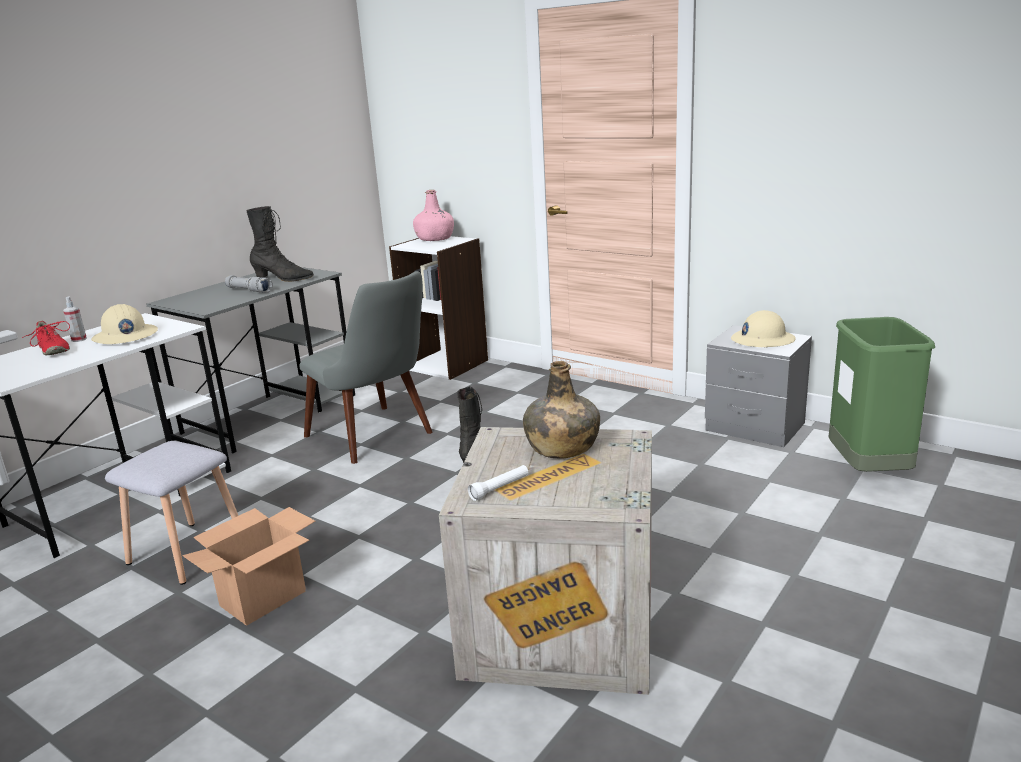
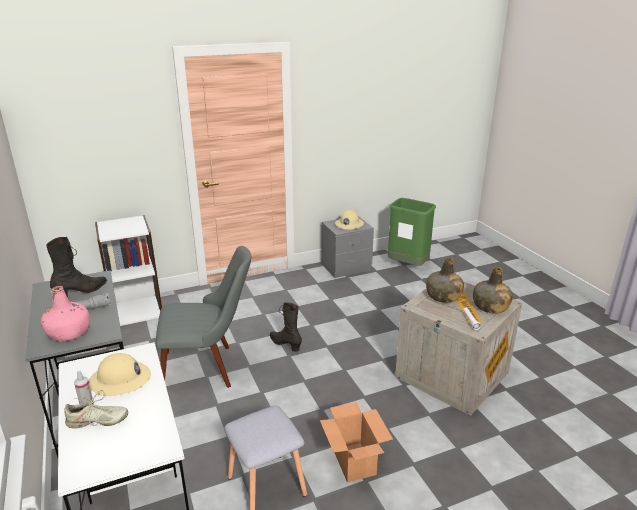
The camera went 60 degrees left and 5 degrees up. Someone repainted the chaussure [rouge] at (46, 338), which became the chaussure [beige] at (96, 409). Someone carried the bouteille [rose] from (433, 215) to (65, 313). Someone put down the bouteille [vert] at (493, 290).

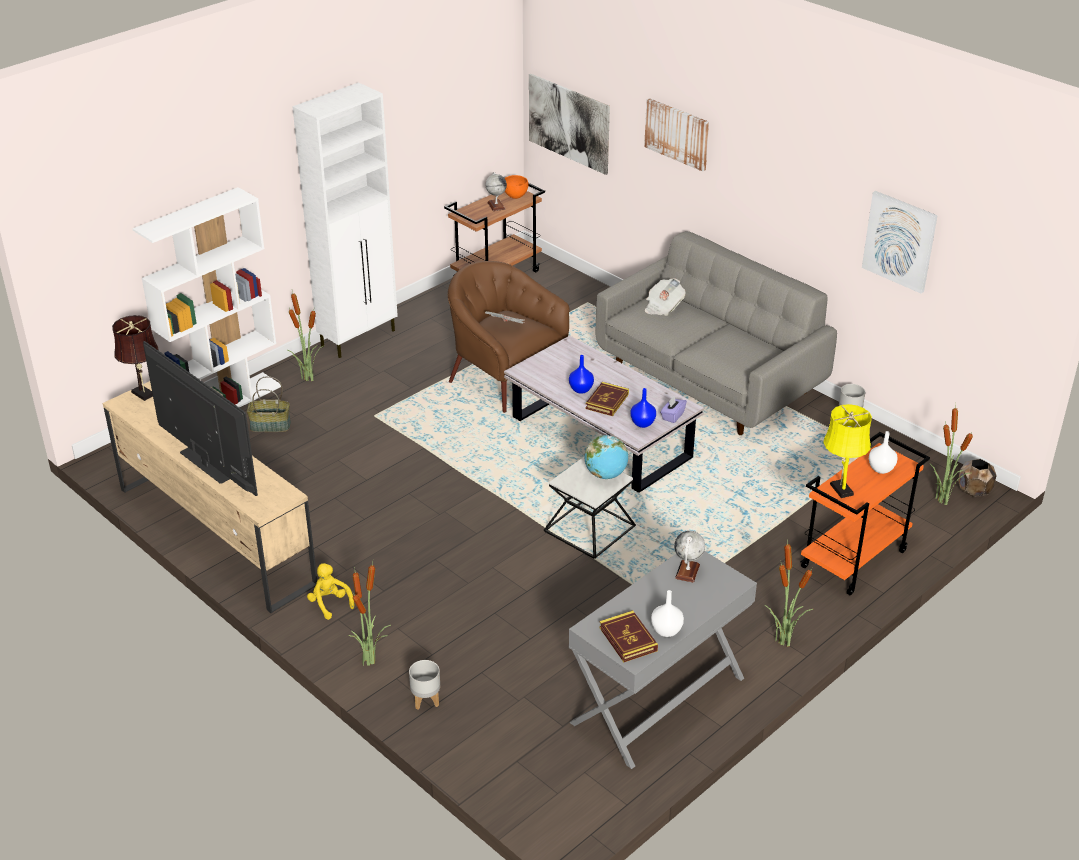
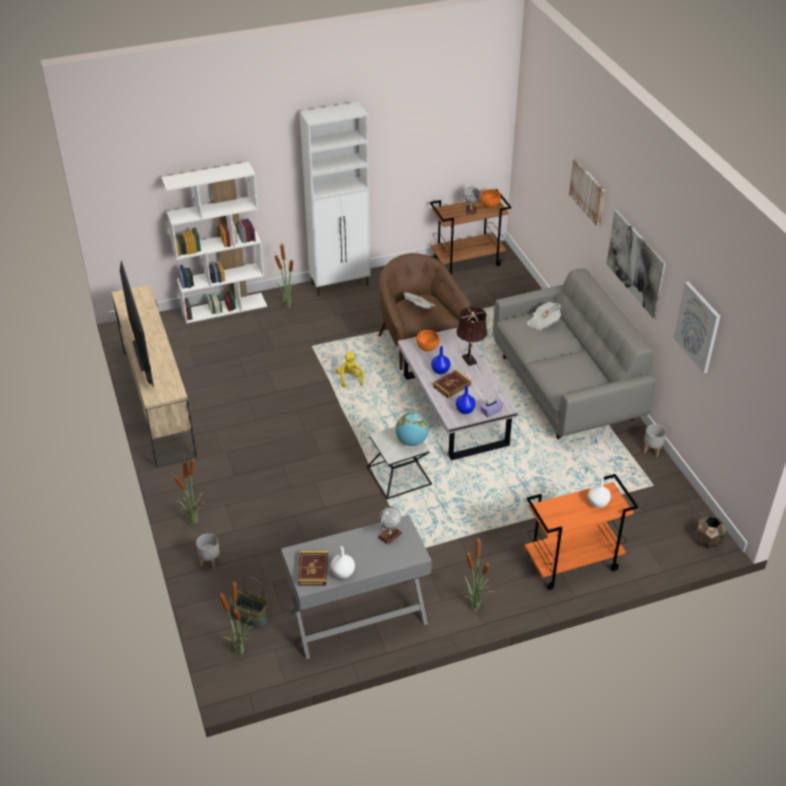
The camera went 25 degrees right and 5 degrees up. Someone carried the lampe de table [marron] from (135, 358) to (472, 336). Someone carried the panier from (269, 404) to (249, 602). Someone carried the peluche [jaune] from (330, 591) to (350, 370). Someone carried the tableau from (569, 124) to (636, 264). Someone took away the lampe de table [jaune] at (847, 451). Someone carried the plante en pot from (951, 454) to (236, 619). Someone put down the bol [orange] at (428, 340).

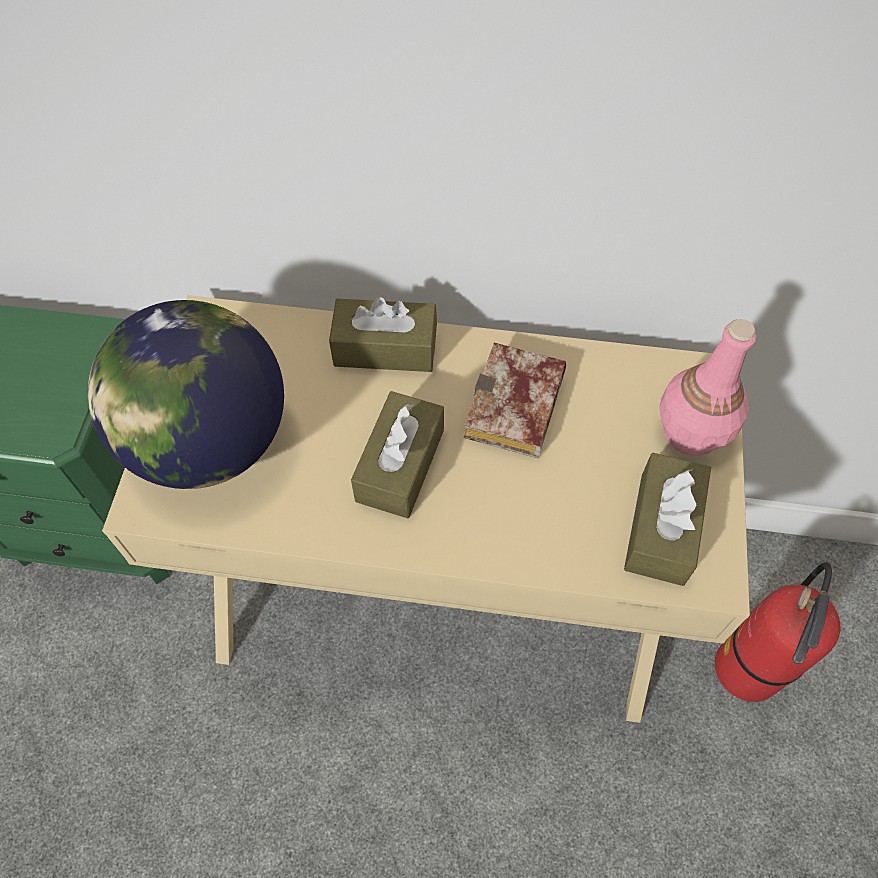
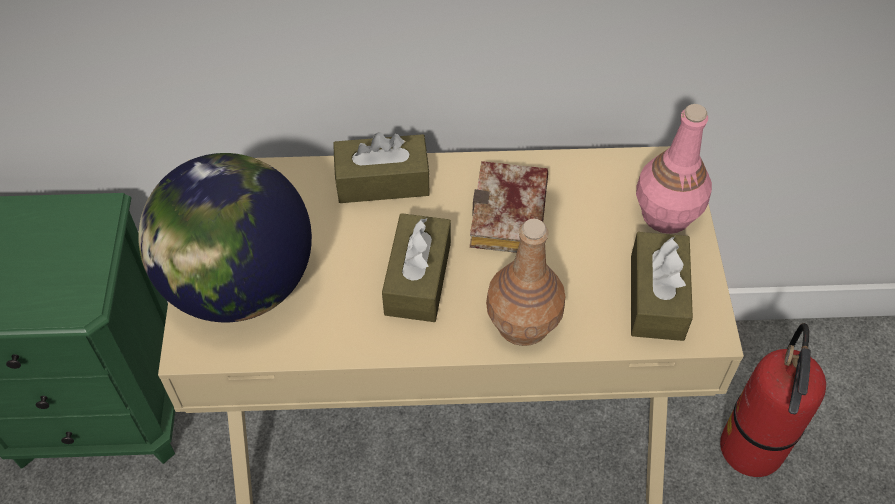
The camera went 10 degrees left and 5 degrees down. Someone put down the bouteille [marron] at (525, 282).

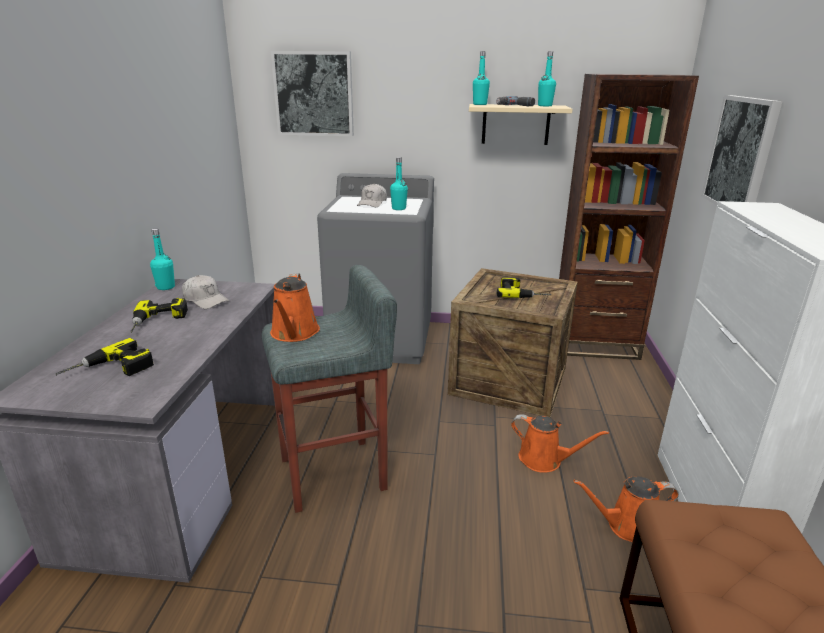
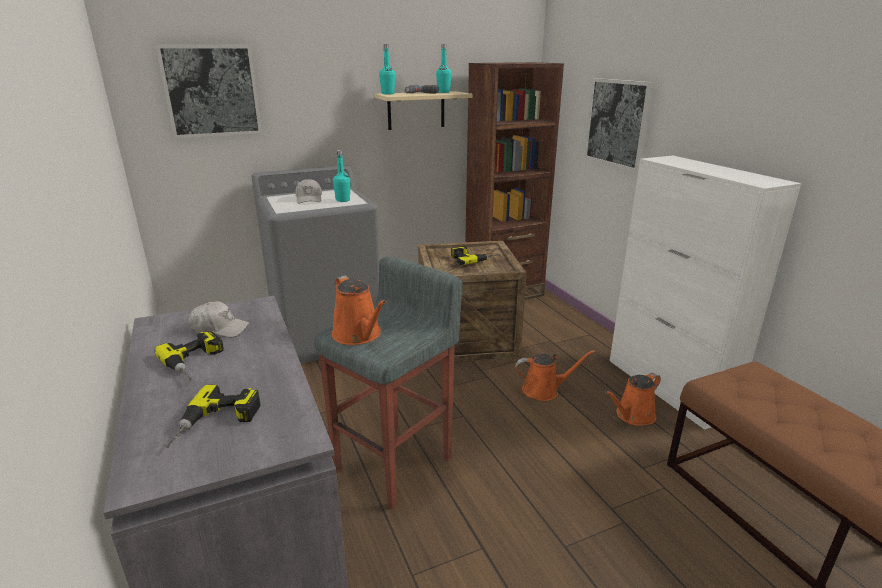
The camera went 30 degrees left and 0 degrees up. Someone took away the bouteille [turquoise] at (162, 259).

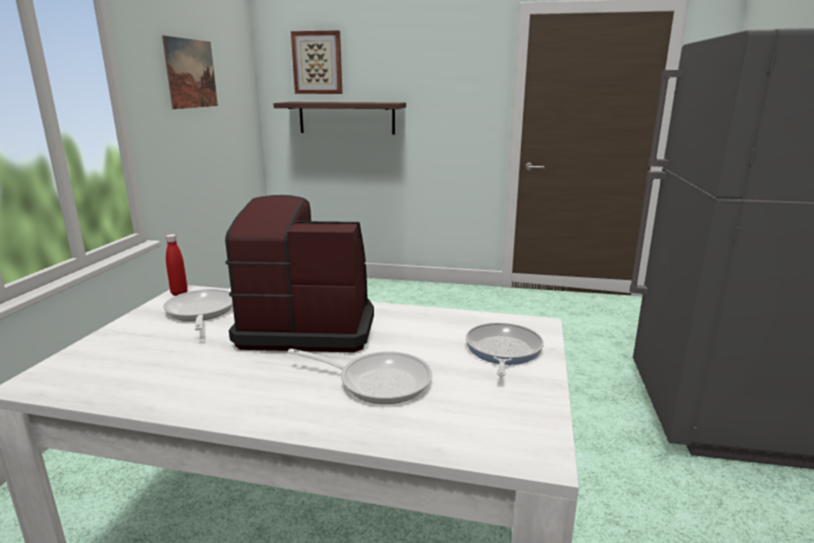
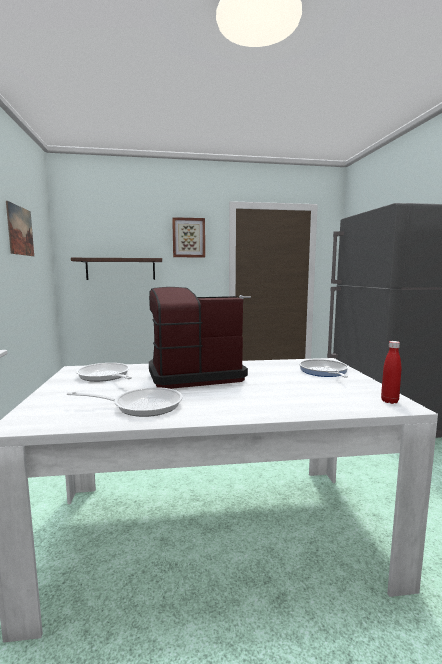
The camera went 20 degrees left and 10 degrees down. Someone carried the bouteille [rouge] from (176, 265) to (391, 372). Someone carried the poêle from (359, 376) to (125, 402). Someone carried the tableau from (316, 62) to (188, 237).

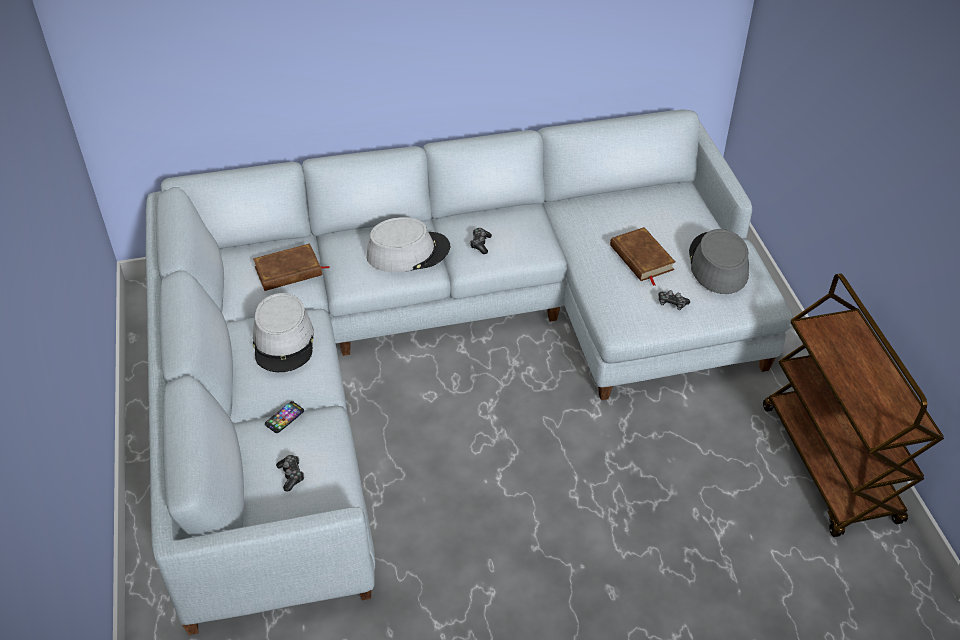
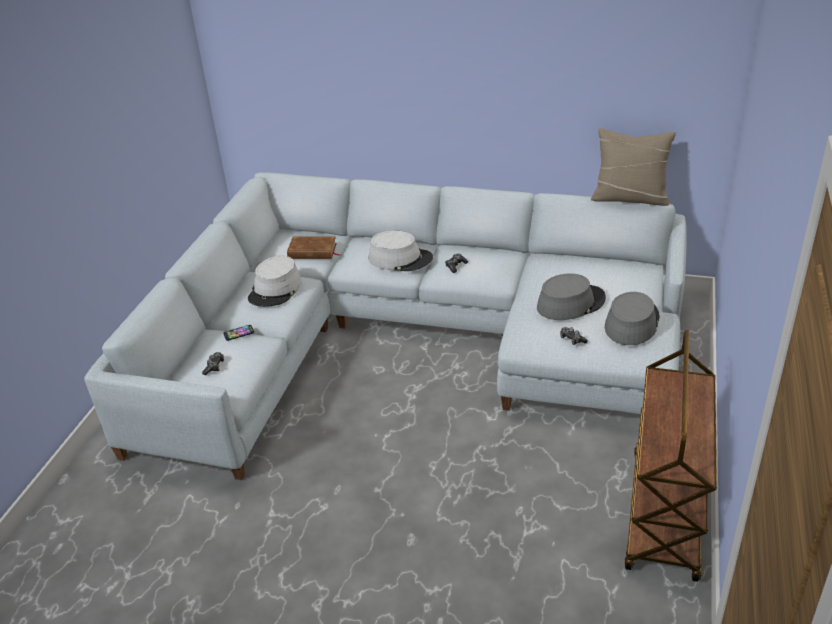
The camera went 30 degrees right and 10 degrees down. Someone swapped the livre [marron] at (642, 256) for the chapeau [gris] at (571, 296). Someone put down the coussin [beige] at (633, 167).

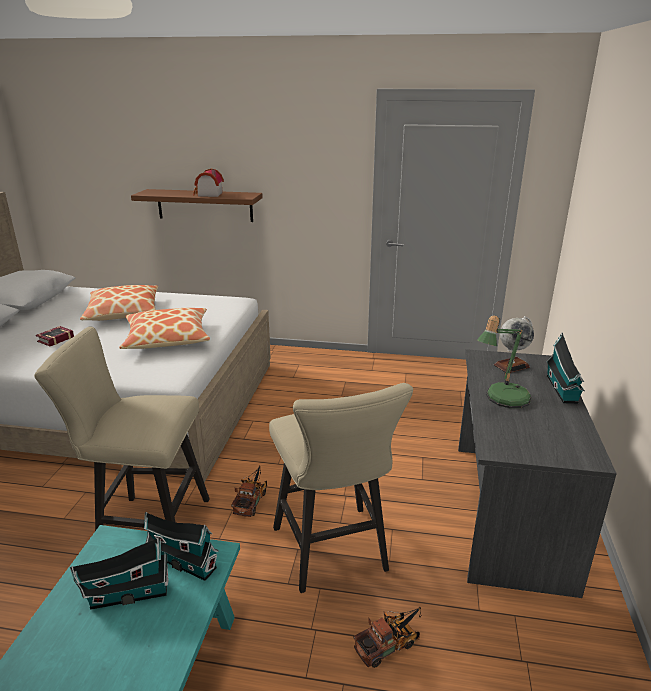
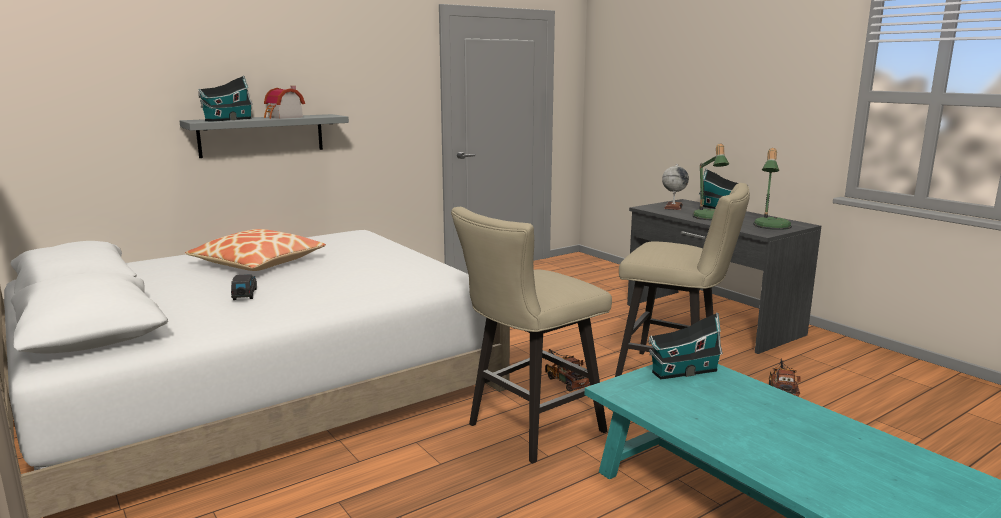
The camera went 45 degrees left and 10 degrees down. Someone swapped the livre at (55, 336) for the petite voiture [noir] at (244, 287). Someone carried the maison miniature from (119, 574) to (225, 98). Someone took away the coussin at (164, 328). Someone repainted the étagère [marron] at (197, 205), which became the étagère [gris] at (264, 136). Someone put down the lampe de table at (772, 189).

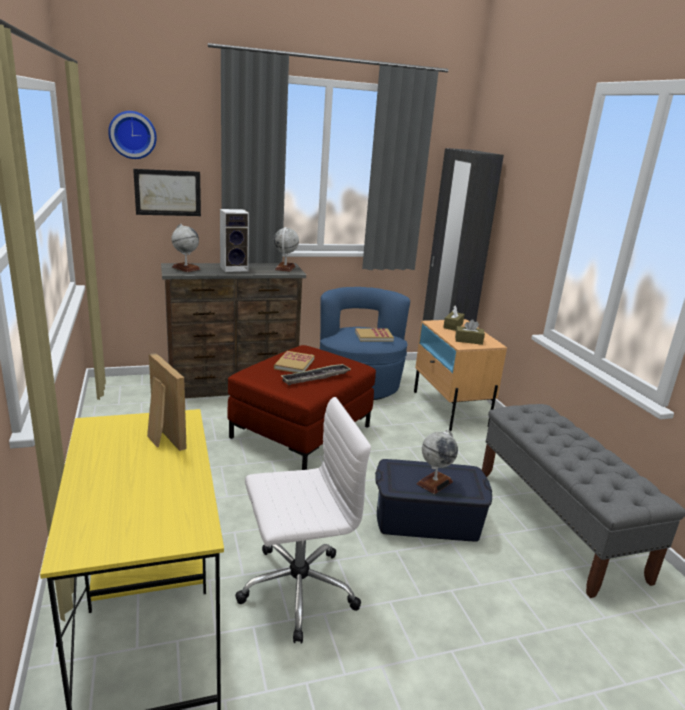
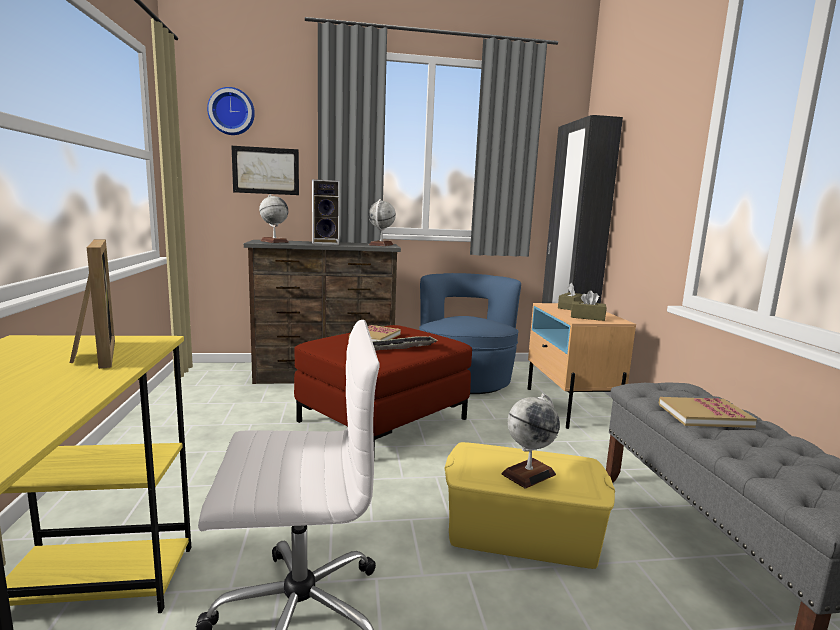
The camera went 10 degrees right and 10 degrees down. Someone carried the livre from (374, 335) to (707, 412). Someone repainted the boîte de rangement [bleu] at (433, 500), which became the boîte de rangement [jaune] at (529, 505).

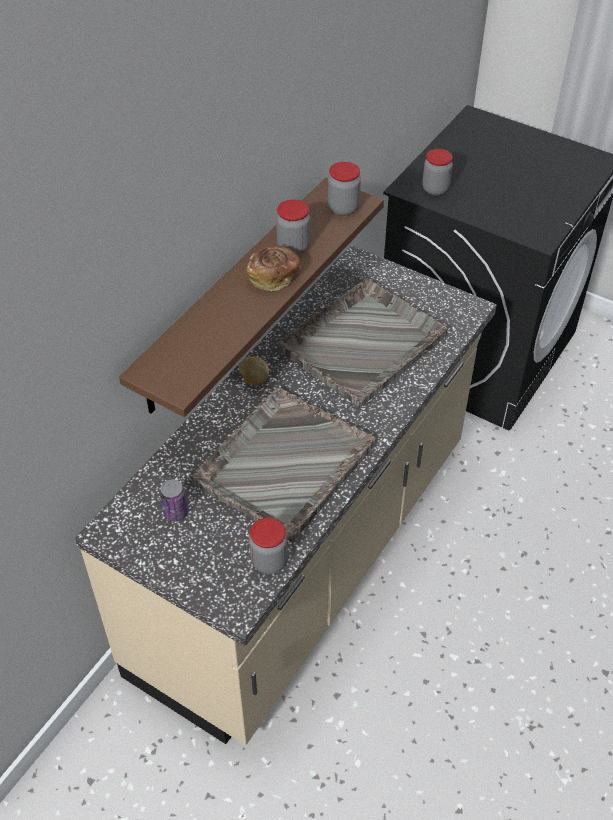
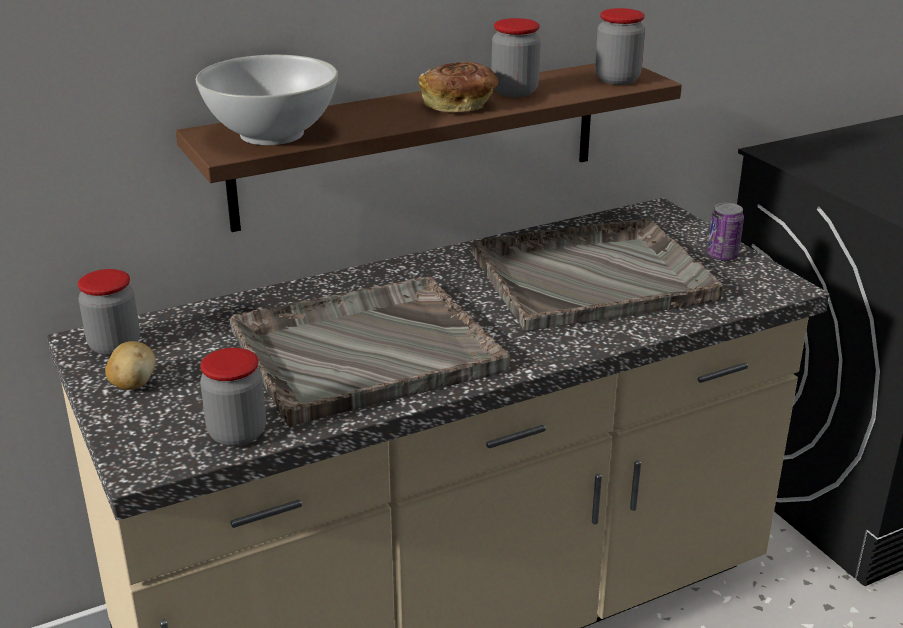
The camera went 30 degrees right and 20 degrees down. Someone carried the boîte métallique from (174, 500) to (725, 232). Someone carried the pomme de terre from (254, 370) to (130, 365). Someone carried the bocal from (438, 172) to (109, 312). Someone put down the bol [blanc] at (267, 100).

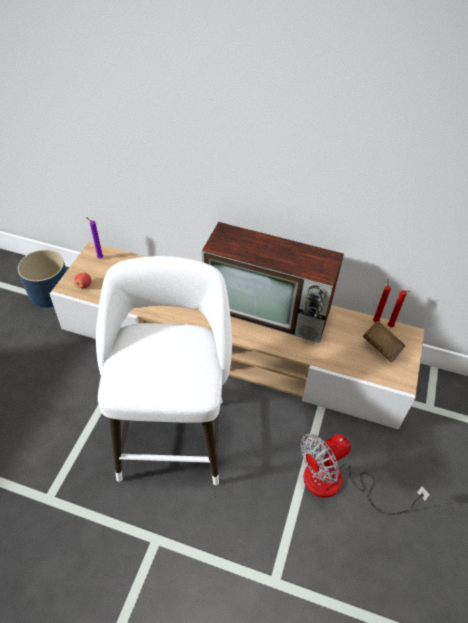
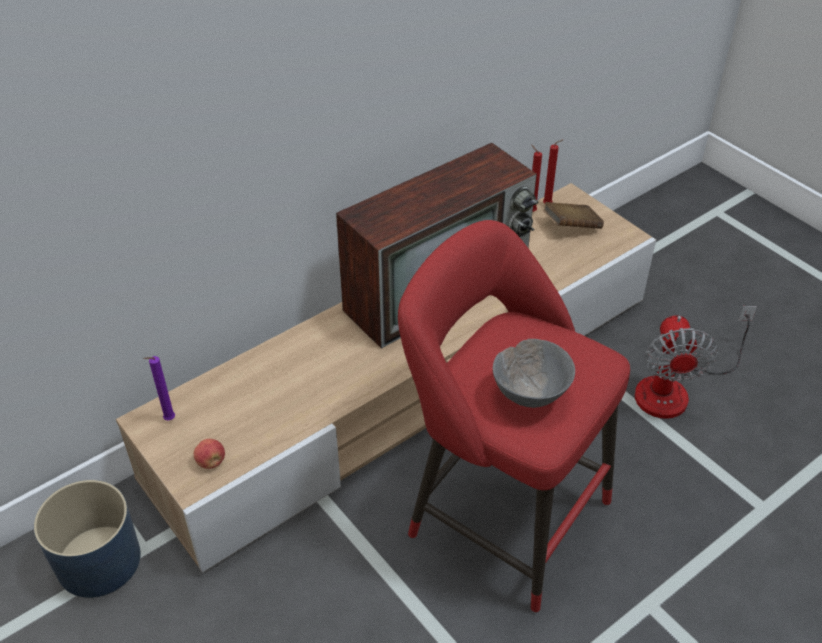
The camera went 55 degrees left and 5 degrees down. Someone repainted the tabouret [blanc] at (164, 370), which became the tabouret [rouge] at (514, 416). Someone put down the bol [gris] at (534, 373).

